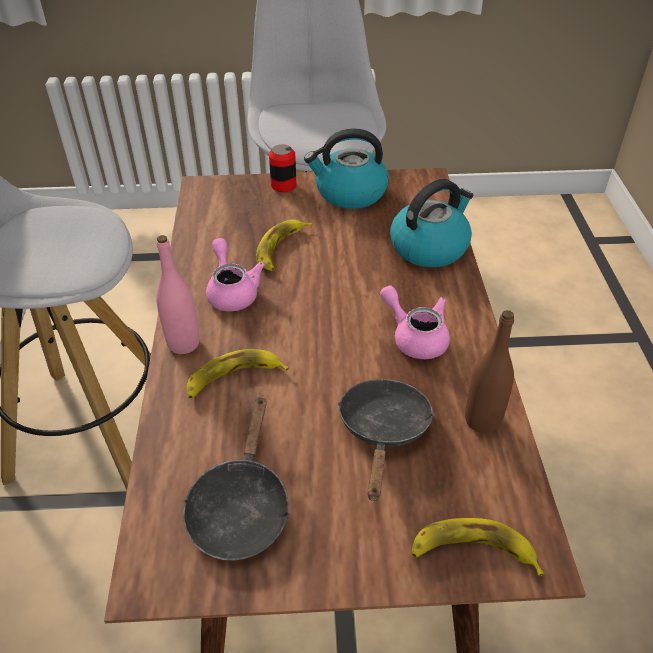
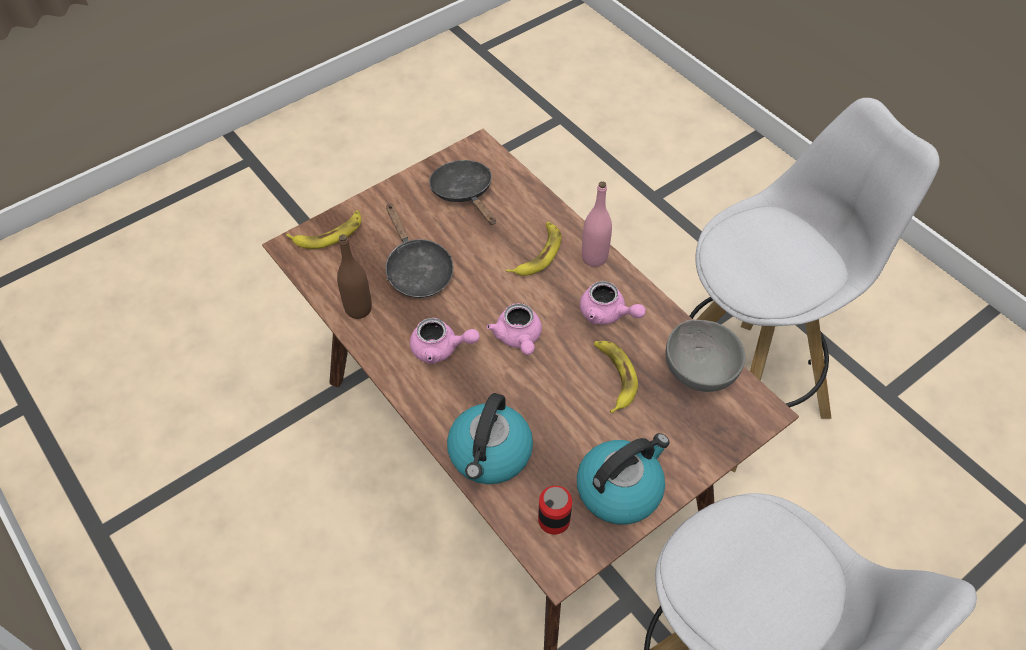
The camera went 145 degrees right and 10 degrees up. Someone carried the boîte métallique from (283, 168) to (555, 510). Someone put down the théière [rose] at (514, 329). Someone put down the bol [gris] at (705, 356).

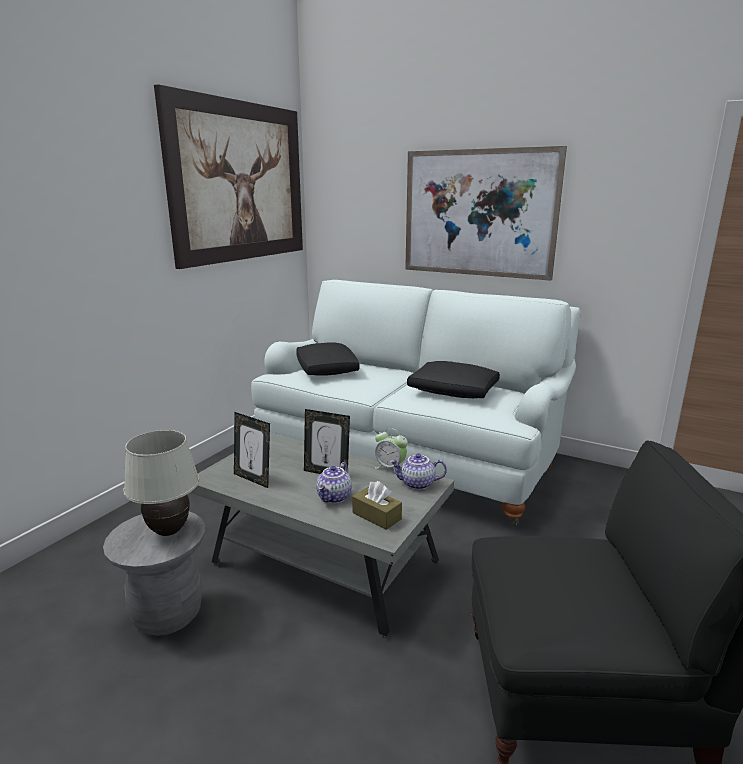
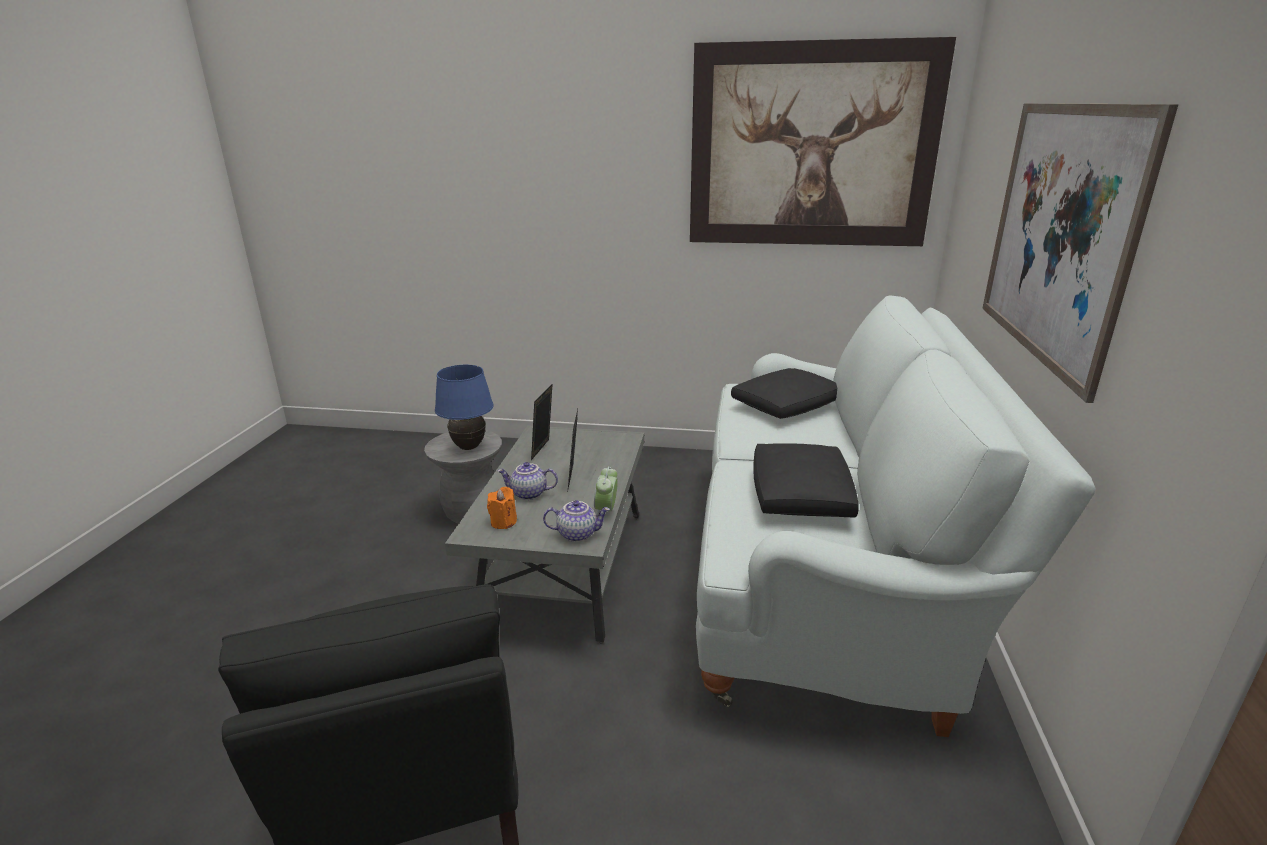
The camera went 70 degrees right and 5 degrees up. Someone repainted the lampe de table [blanc] at (162, 483), which became the lampe de table [bleu] at (464, 407). Someone swapped the boîte à mouchoirs [marron] at (377, 505) for the bougie [orange] at (502, 508). Someone rotated the théière at (418, 471) by 105 degrees clockwise.

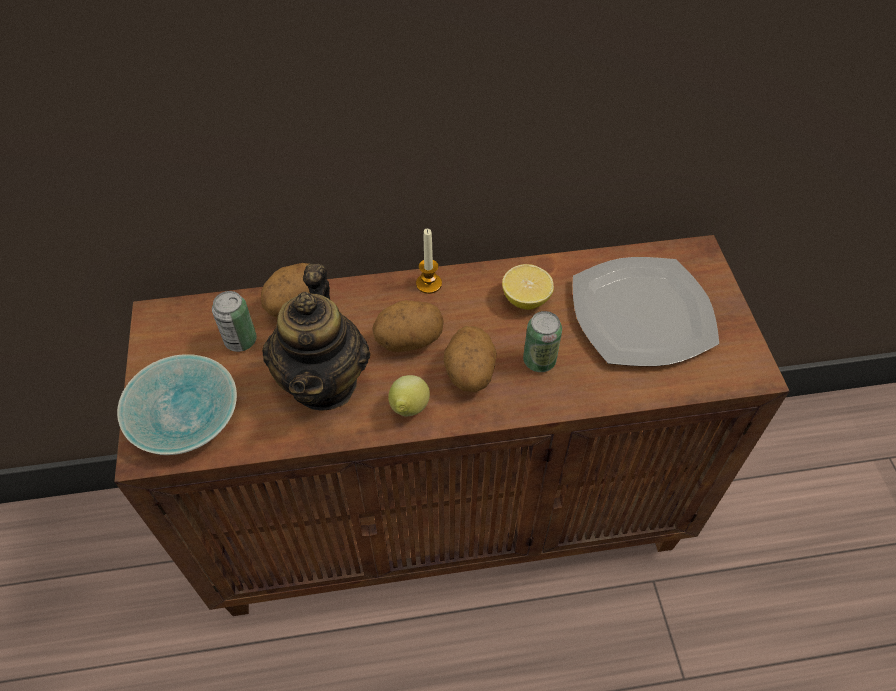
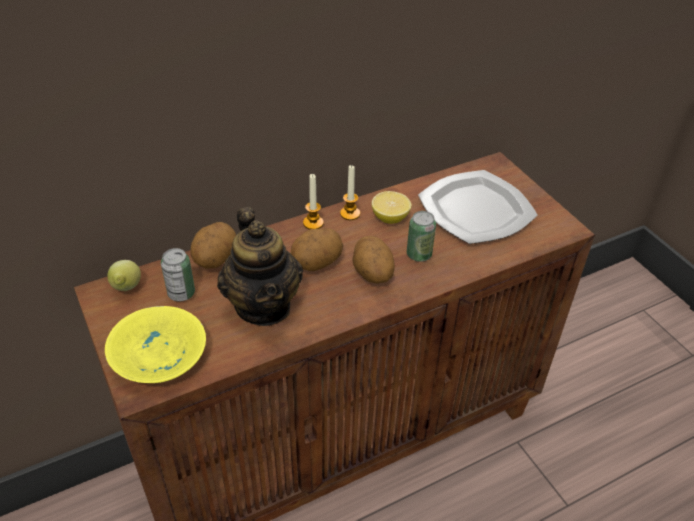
The camera went 20 degrees left and 10 degrees down. Someone repainted the bol [turquoise] at (177, 404), which became the bol [jaune] at (155, 344). Someone carried the citron from (409, 395) to (124, 275). Someone put down the bougie at (350, 192).

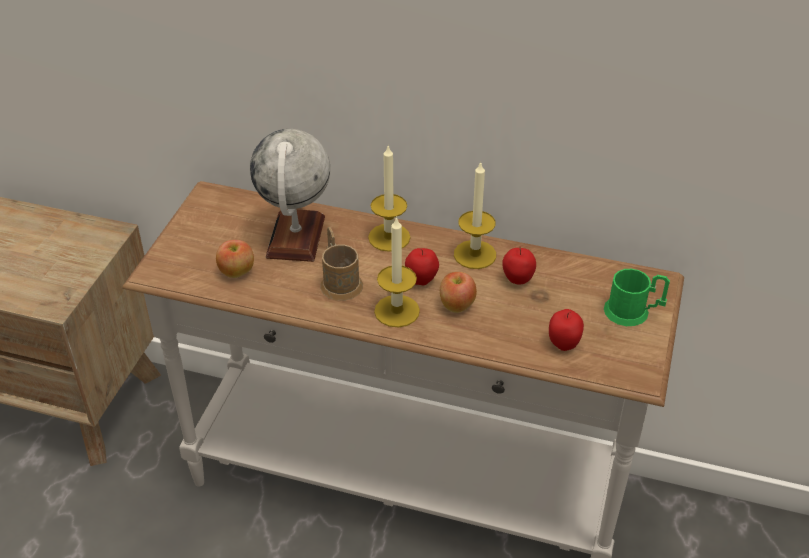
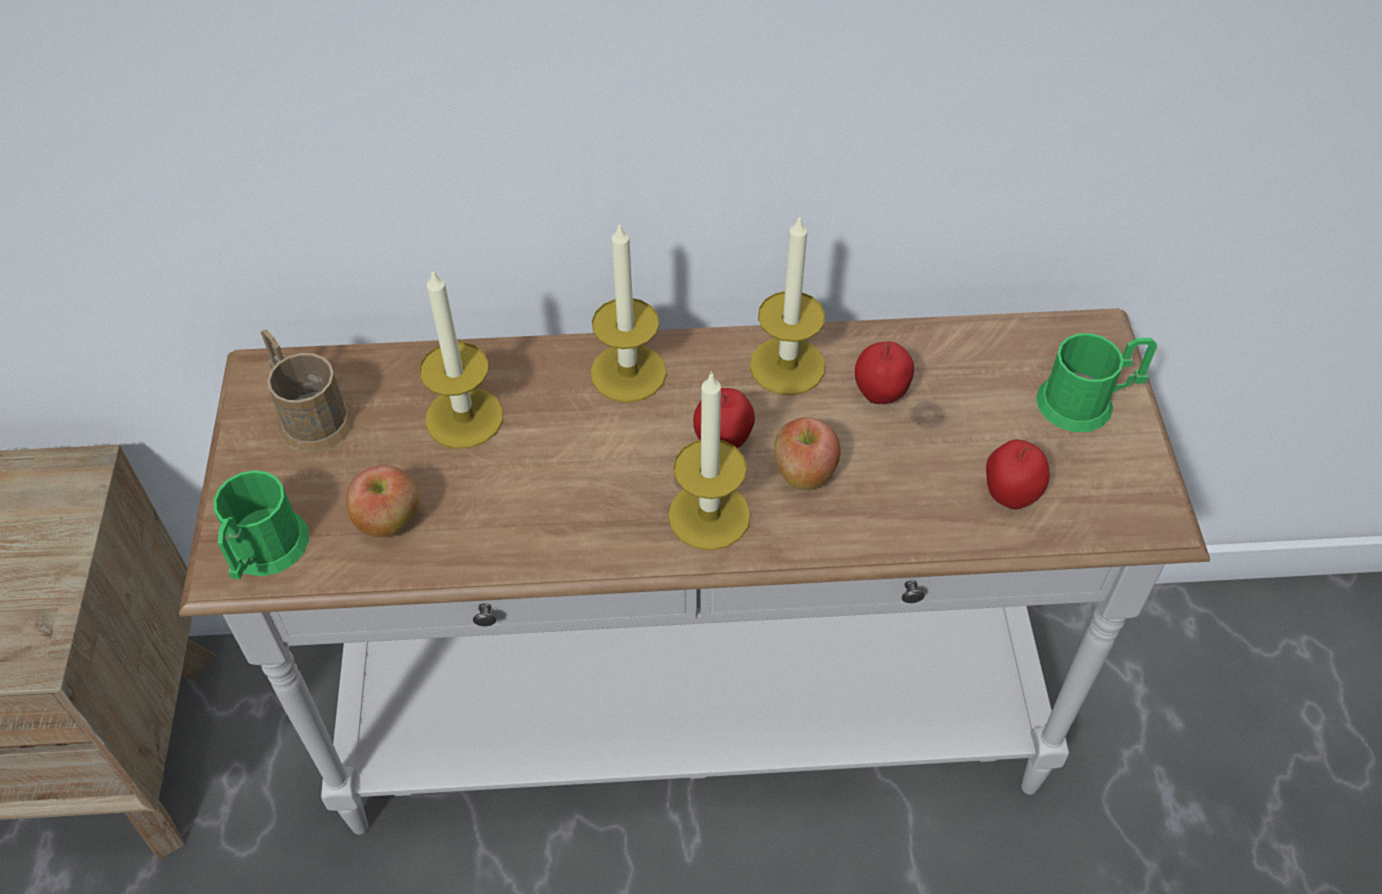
The camera went 20 degrees left and 10 degrees up. Someone swapped the globe at (290, 195) for the bougie at (461, 358). Someone carried the mug [marron] from (341, 264) to (308, 391). Someone put down the mug [vert] at (261, 524).

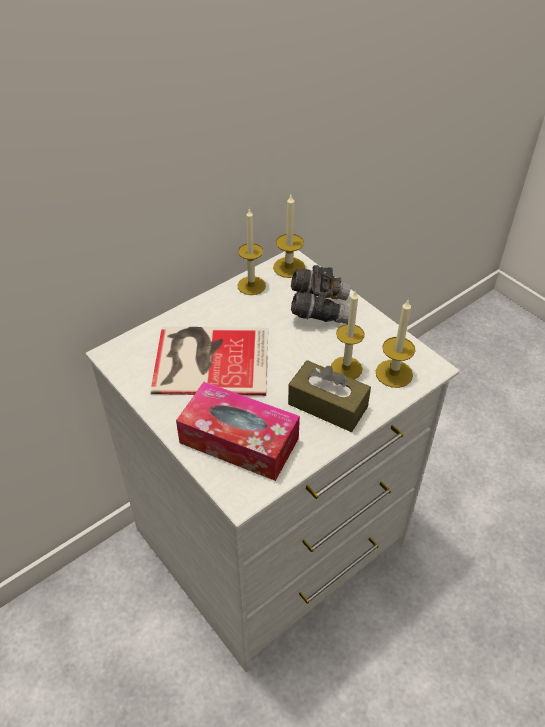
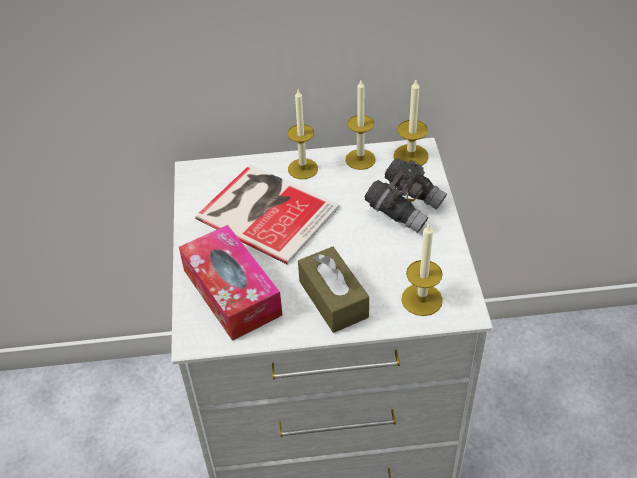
The camera went 35 degrees right and 0 degrees up. Someone carried the bougie from (348, 334) to (303, 134).

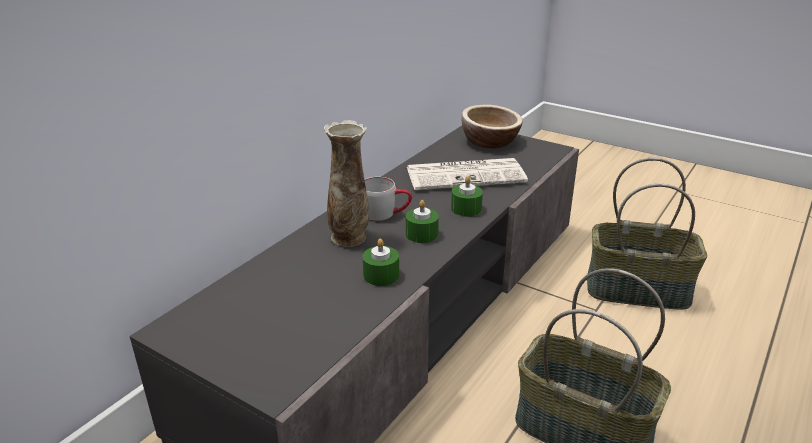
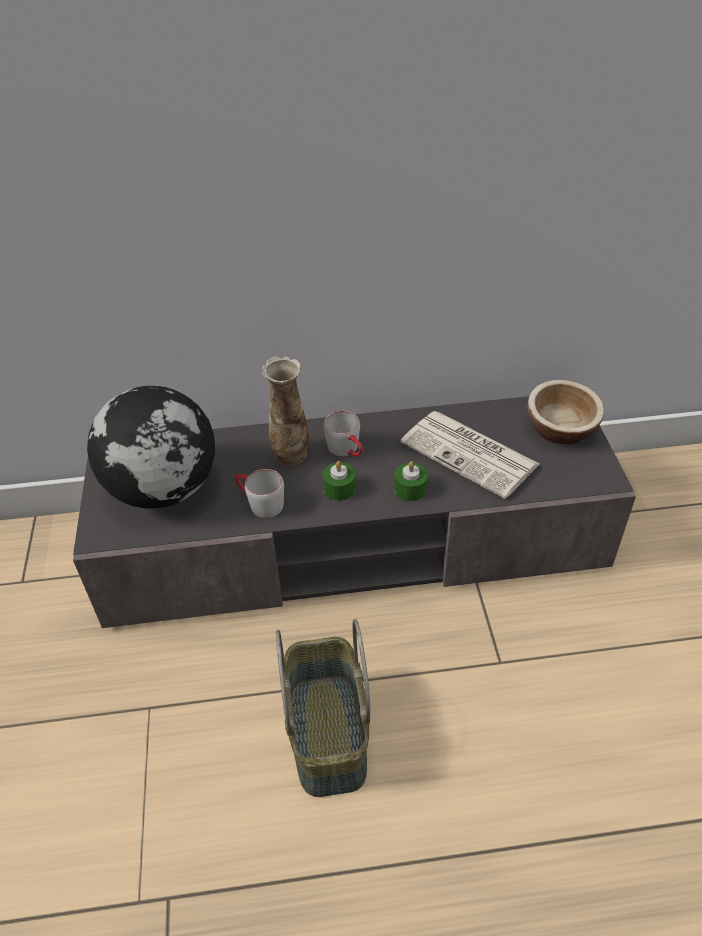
The camera went 50 degrees right and 15 degrees up. Someone swapped the bougie [vert] at (381, 262) for the mug [gris] at (259, 493). Someone took away the panier at (647, 233). Someone put down the globe at (151, 447).

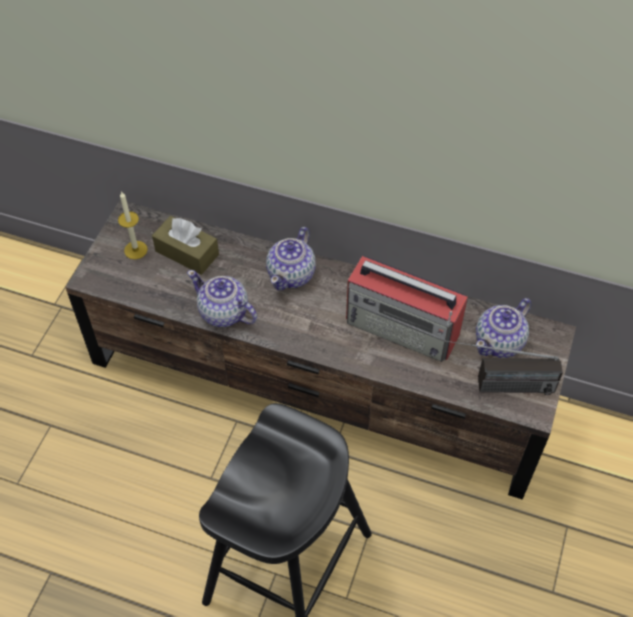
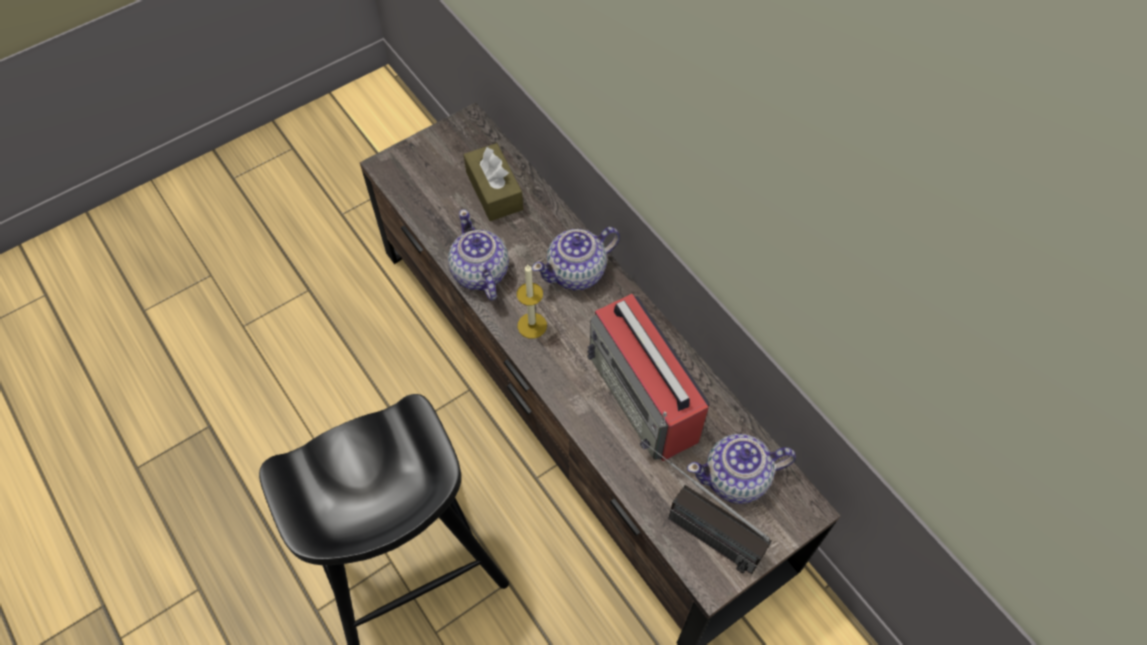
The camera went 35 degrees right and 5 degrees up. Someone carried the bougie from (133, 225) to (532, 301).

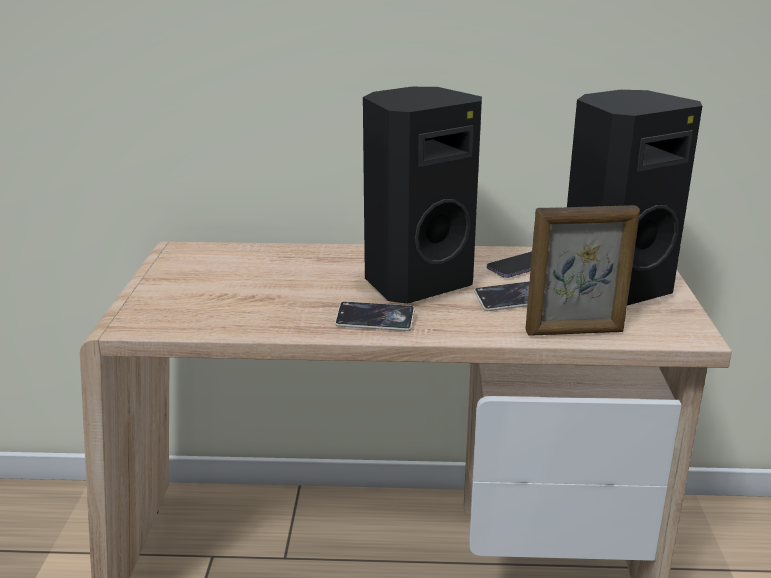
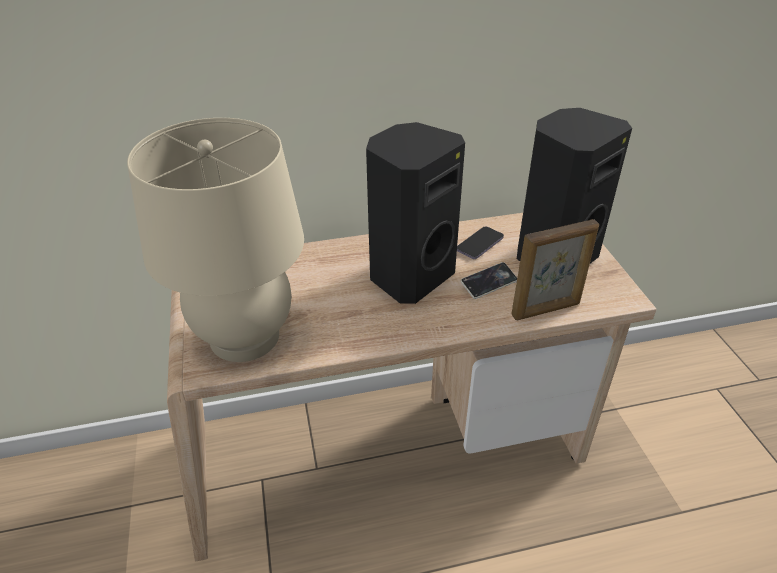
The camera went 15 degrees left and 15 degrees up. Someone took away the téléphone at (375, 316). Someone put down the lampe de table [beige] at (215, 240).

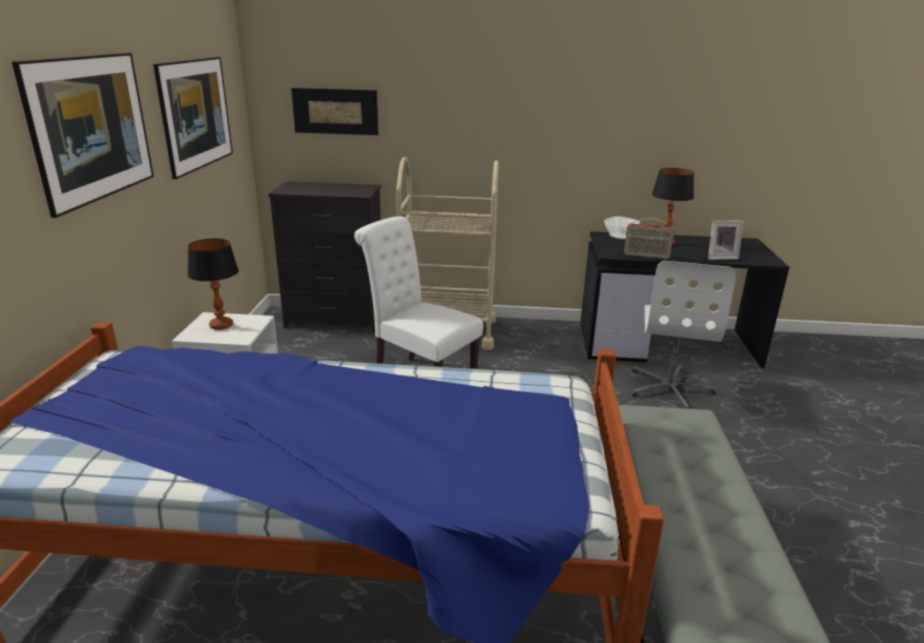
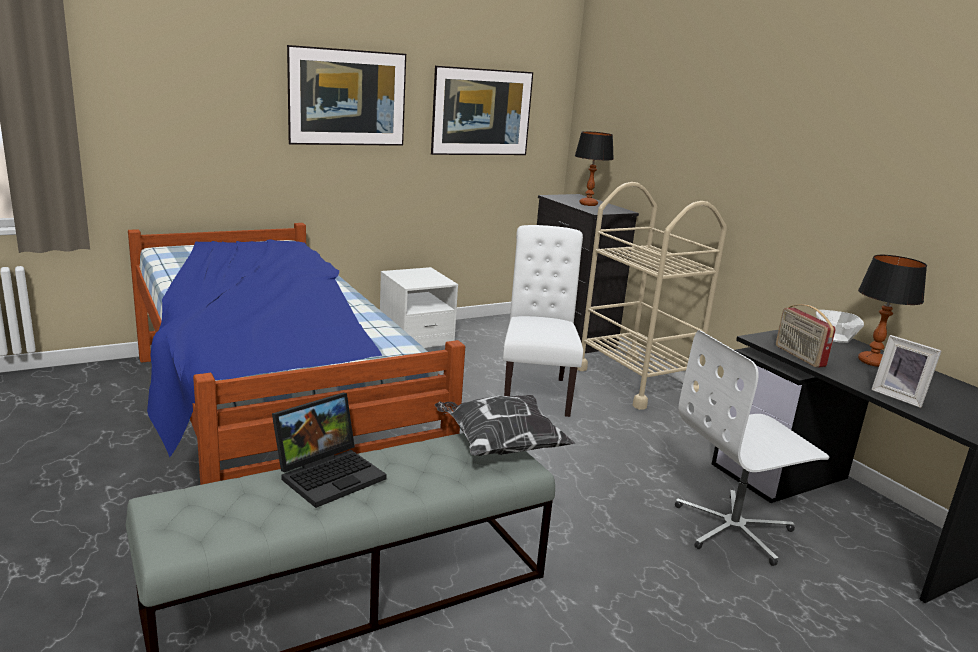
The camera went 55 degrees right and 5 degrees down. Someone carried the lampe de table from (213, 284) to (594, 168). Someone took away the tableau at (335, 111). Someone put down the ordinateur portable at (329, 450). Someone put down the coussin at (505, 425).

